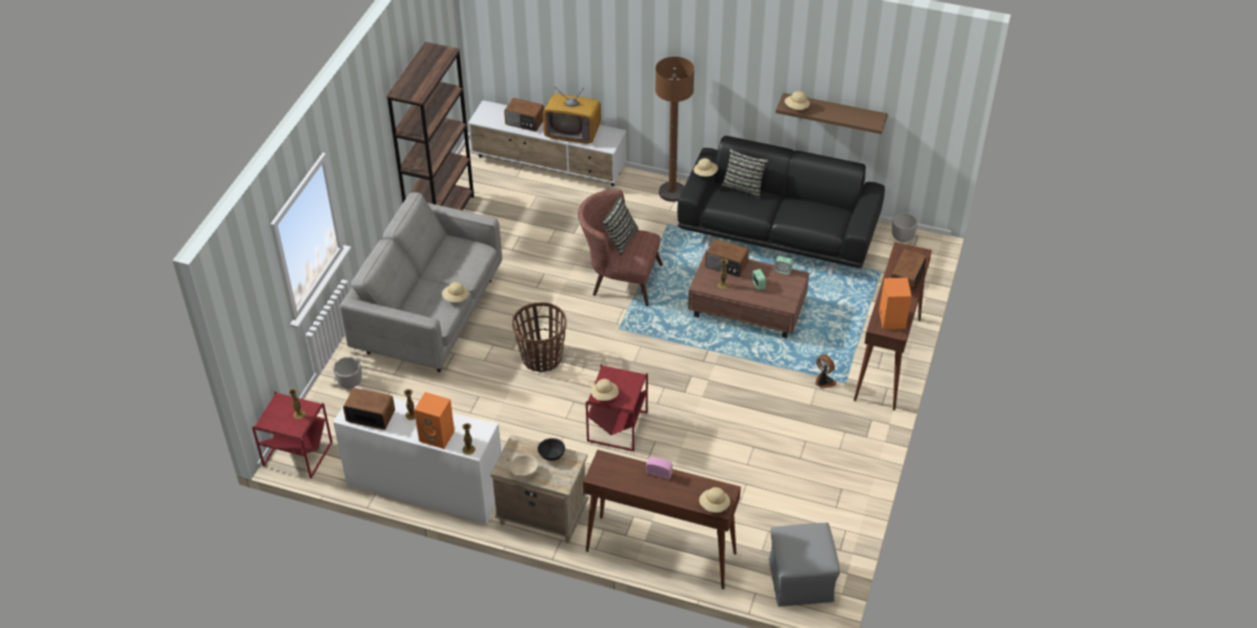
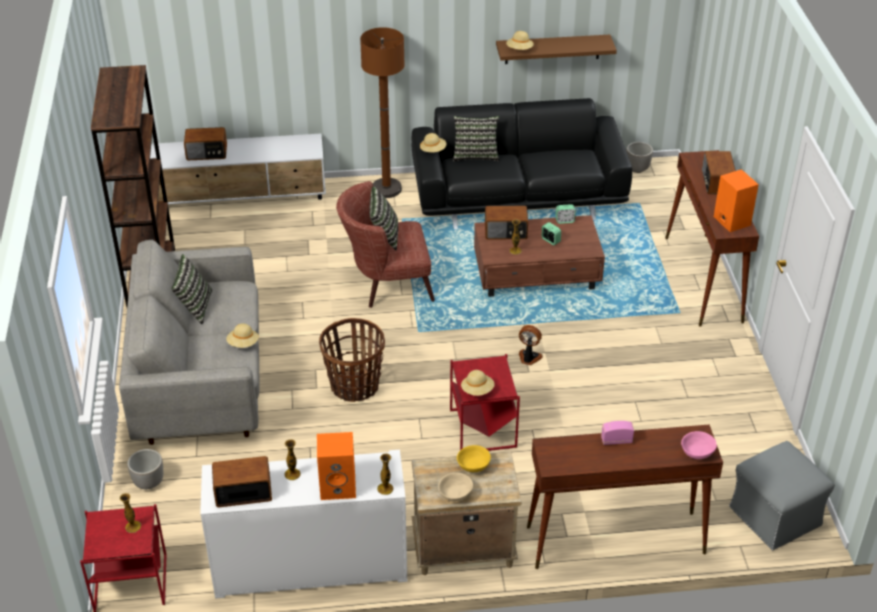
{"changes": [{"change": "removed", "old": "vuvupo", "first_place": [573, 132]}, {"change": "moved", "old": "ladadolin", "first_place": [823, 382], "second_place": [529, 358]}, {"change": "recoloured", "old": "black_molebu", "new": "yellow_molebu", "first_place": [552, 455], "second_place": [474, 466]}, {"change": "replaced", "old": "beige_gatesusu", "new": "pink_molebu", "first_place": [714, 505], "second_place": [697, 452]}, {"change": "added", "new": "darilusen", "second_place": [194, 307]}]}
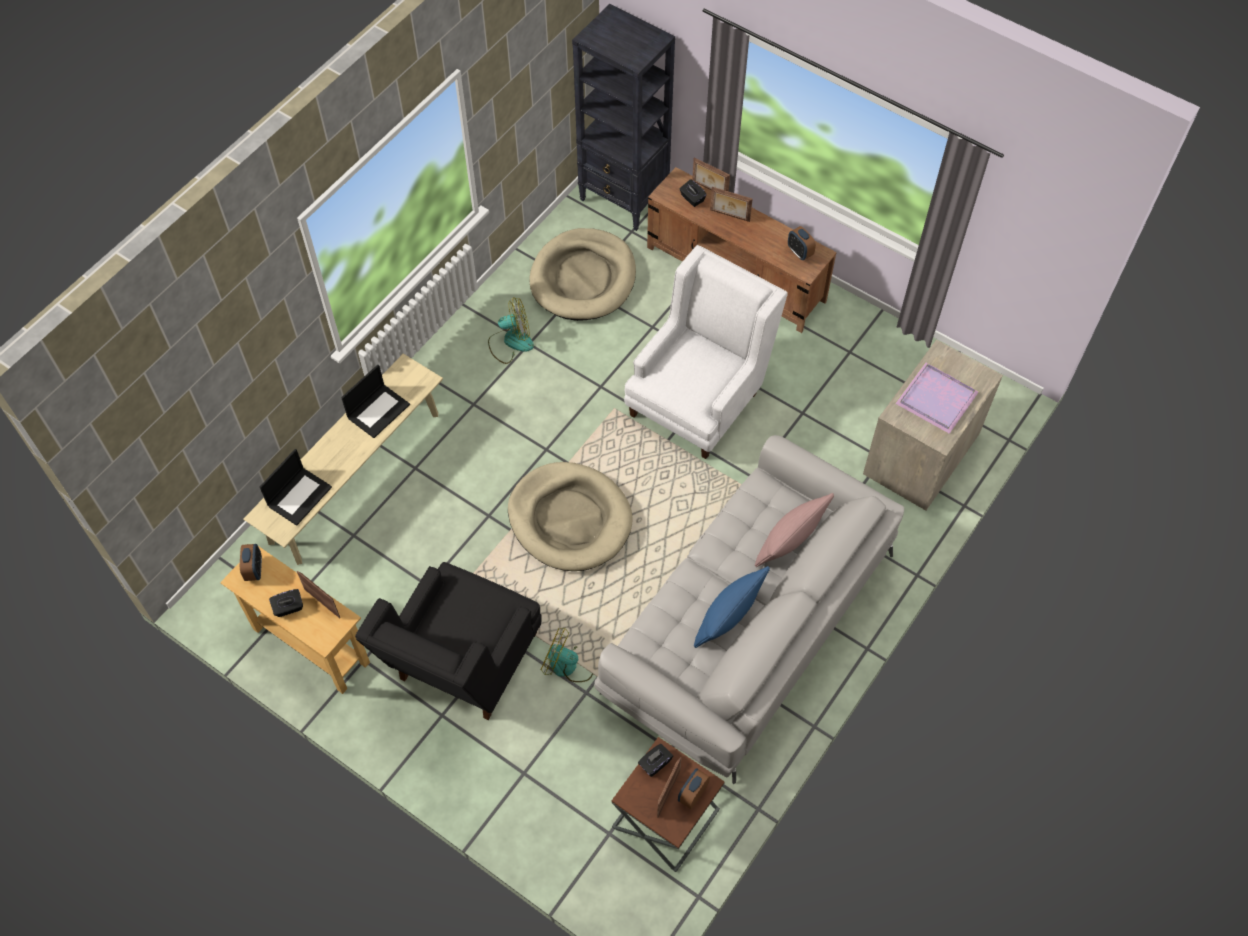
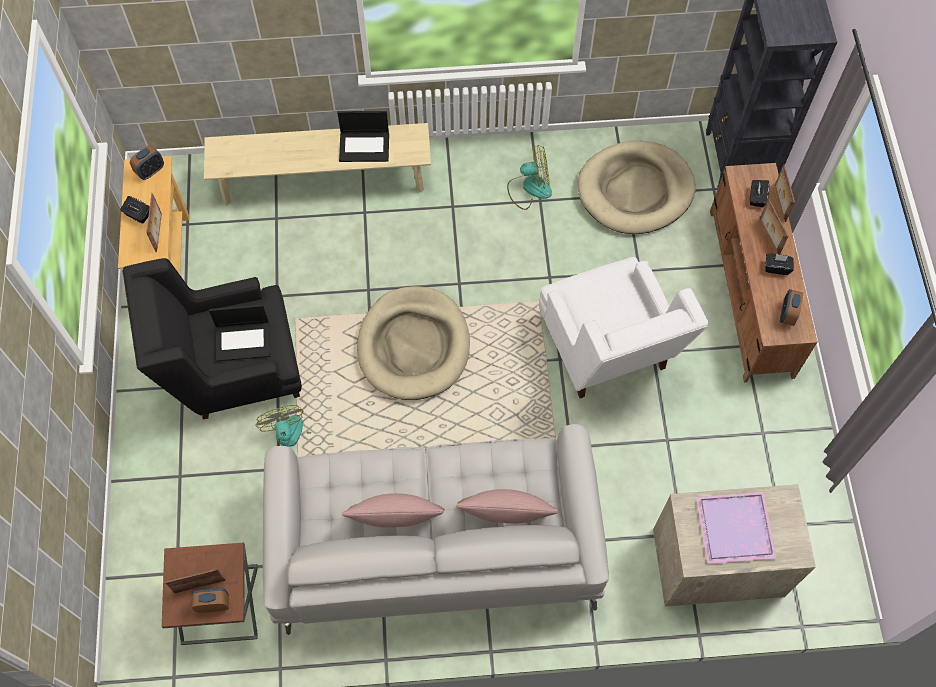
{"changes": [{"change": "turned", "old": "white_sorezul", "first_place": [699, 396], "second_place": [608, 352], "degrees": 75}, {"change": "turned", "old": "ladadolin", "first_place": [511, 342], "second_place": [529, 188], "degrees": -45}, {"change": "moved", "old": "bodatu", "first_place": [299, 495], "second_place": [243, 340]}, {"change": "recoloured", "old": "blue_darilusen", "new": "pink_darilusen", "first_place": [728, 616], "second_place": [395, 517]}, {"change": "moved", "old": "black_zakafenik", "first_place": [655, 763], "second_place": [776, 268]}]}
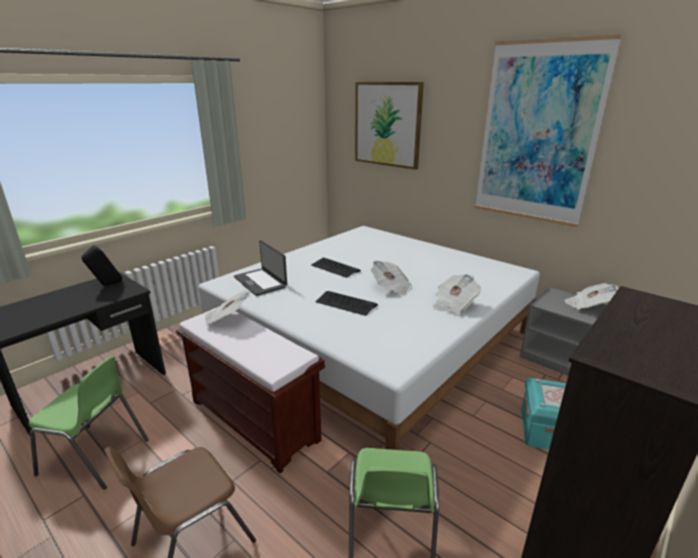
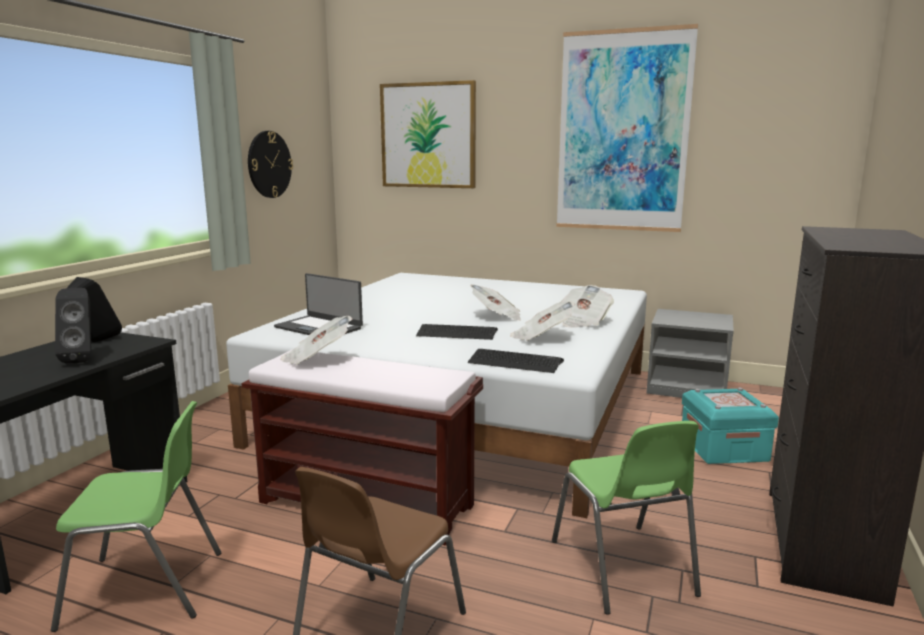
{"changes": [{"change": "moved", "old": "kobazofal", "first_place": [335, 268], "second_place": [515, 362]}, {"change": "moved", "old": "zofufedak", "first_place": [587, 306], "second_place": [541, 337]}, {"change": "added", "new": "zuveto", "second_place": [269, 164]}, {"change": "added", "new": "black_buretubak", "second_place": [83, 359]}]}
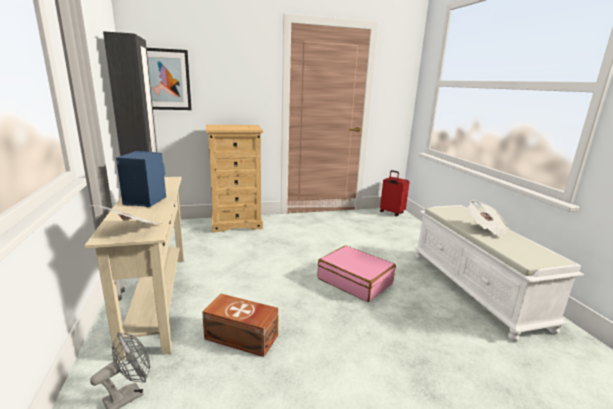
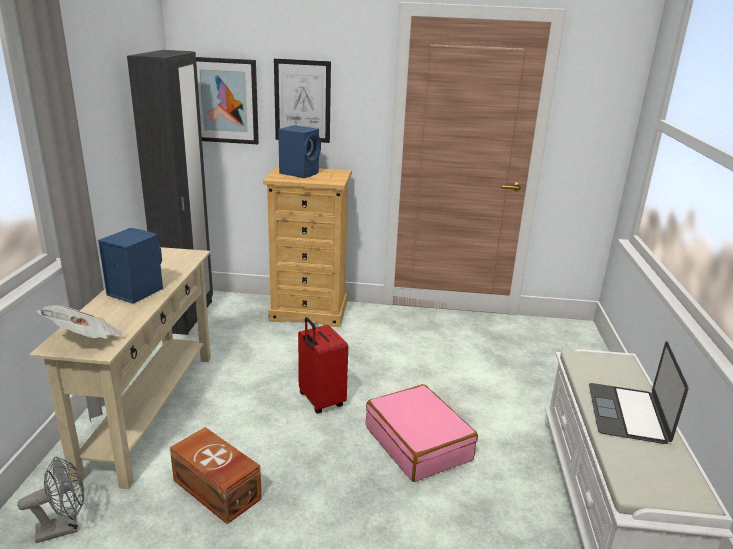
{"changes": [{"change": "moved", "old": "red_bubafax", "first_place": [391, 213], "second_place": [320, 401]}, {"change": "replaced", "old": "zofufedak", "new": "bodatu", "first_place": [486, 229], "second_place": [627, 413]}, {"change": "added", "new": "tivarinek", "second_place": [302, 101]}, {"change": "added", "new": "blue_buretubak", "second_place": [300, 173]}]}
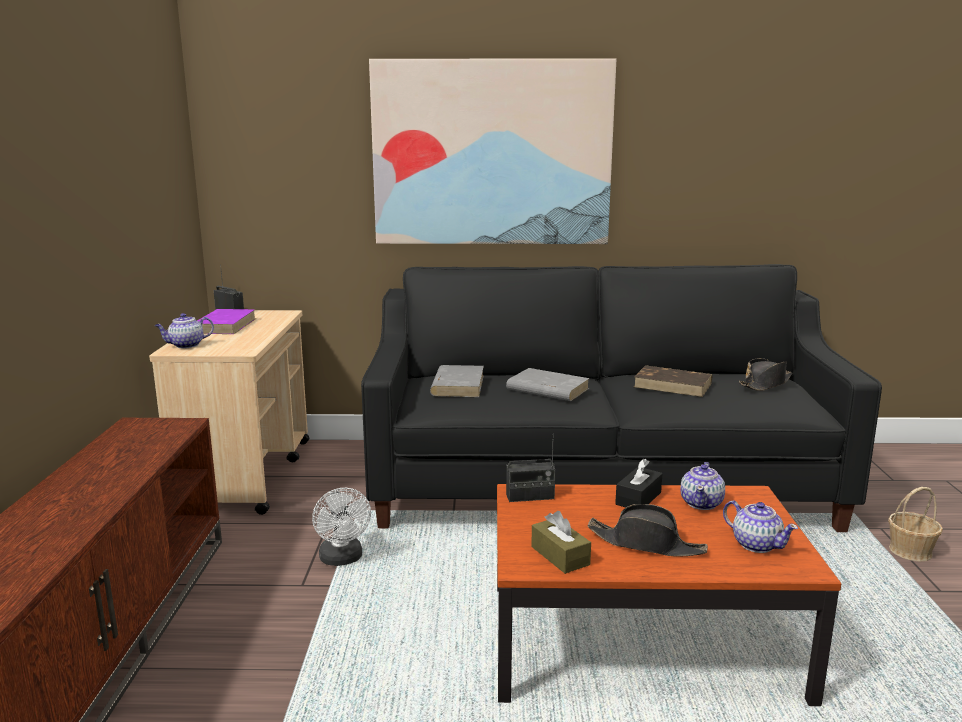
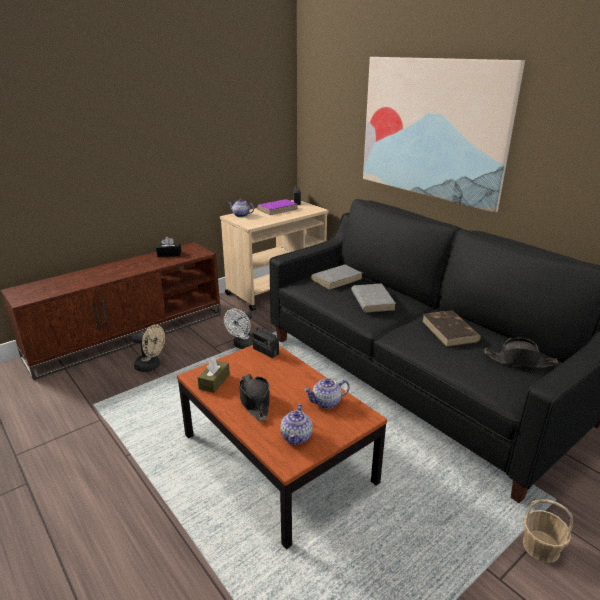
{"changes": [{"change": "moved", "old": "black_zakafenik", "first_place": [638, 498], "second_place": [169, 254]}, {"change": "added", "new": "beige_ladadolin", "second_place": [151, 366]}]}
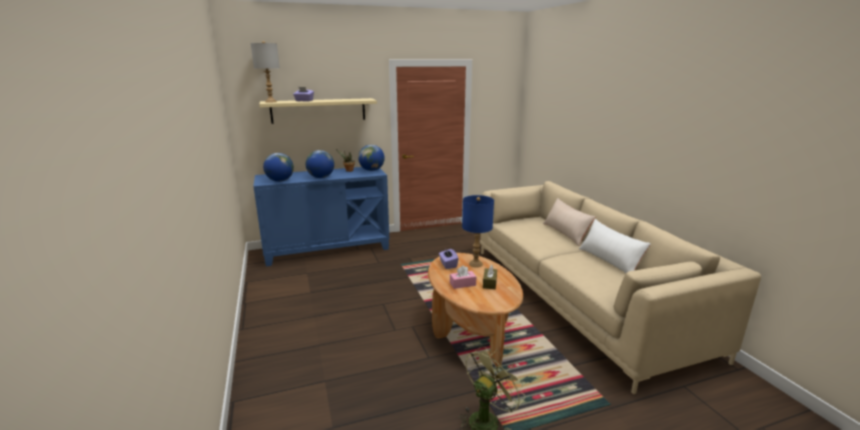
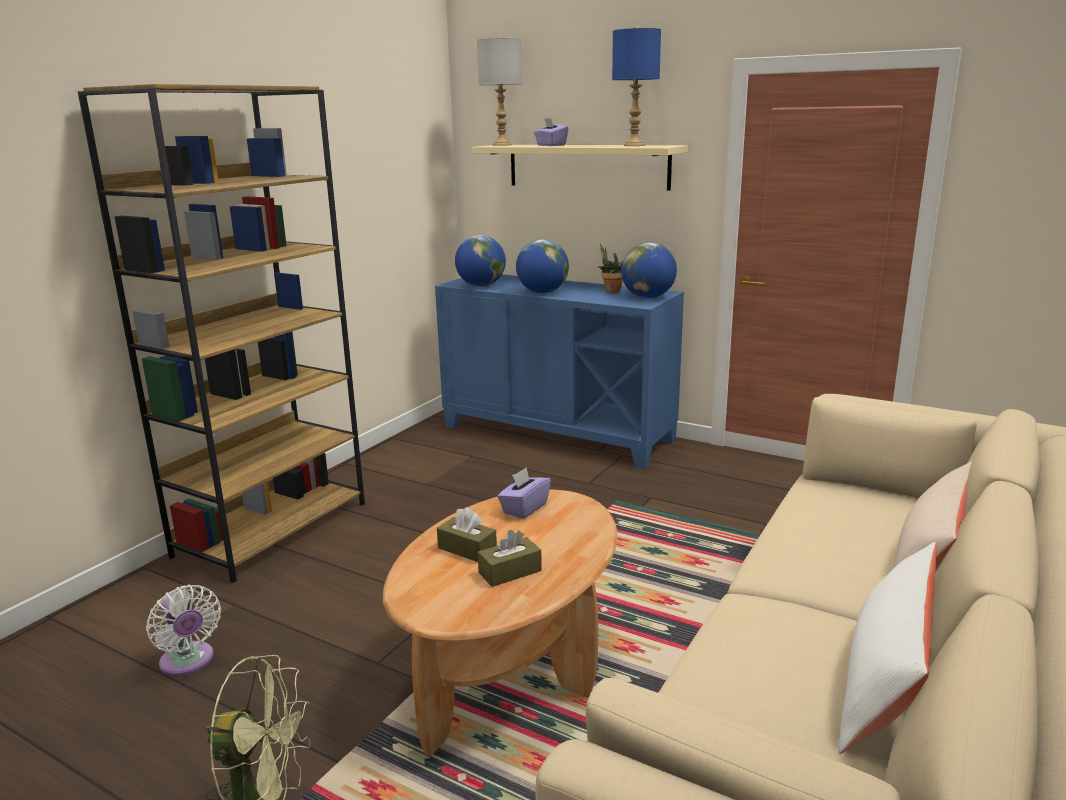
{"changes": [{"change": "moved", "old": "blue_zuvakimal", "first_place": [475, 264], "second_place": [633, 145]}, {"change": "recoloured", "old": "pink_zakafenik", "new": "brown_zakafenik", "first_place": [462, 284], "second_place": [467, 549]}, {"change": "added", "new": "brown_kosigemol", "second_place": [273, 528]}, {"change": "added", "new": "white_ladadolin", "second_place": [188, 662]}]}
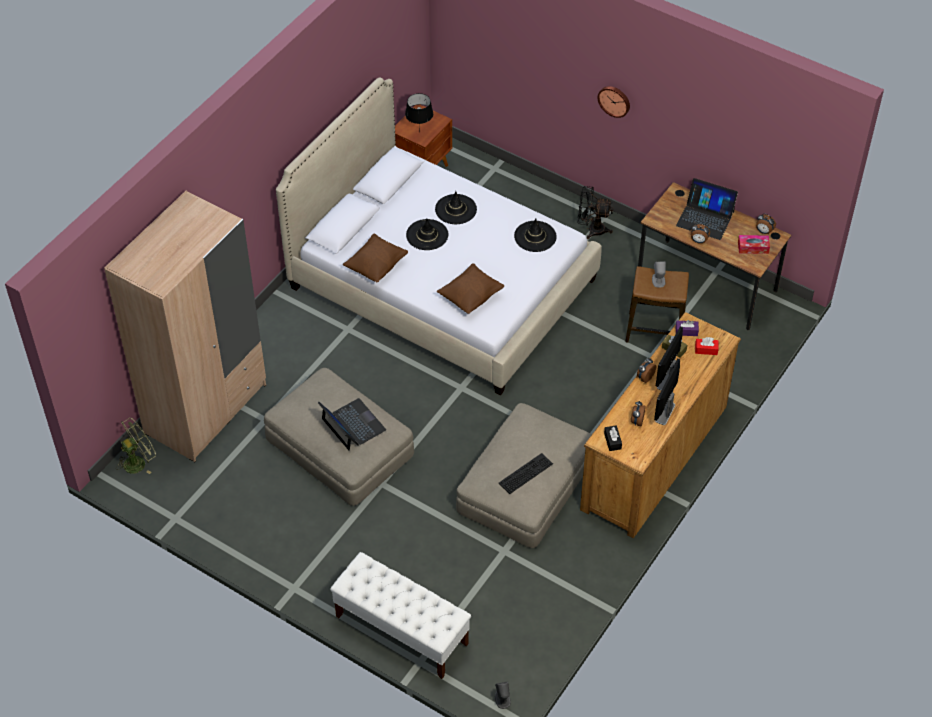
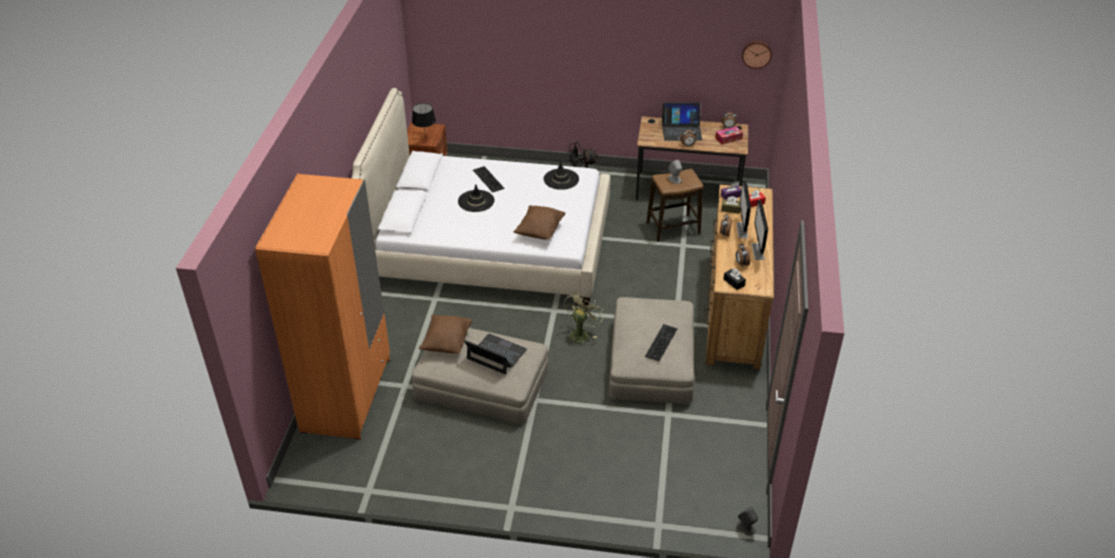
{"changes": [{"change": "moved", "old": "zuveto", "first_place": [614, 100], "second_place": [756, 54]}, {"change": "recoloured", "old": "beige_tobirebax", "new": "orange_tobirebax", "first_place": [206, 409], "second_place": [347, 394]}, {"change": "replaced", "old": "black_gatesusu", "new": "kobazofal", "first_place": [455, 209], "second_place": [487, 179]}, {"change": "moved", "old": "brown_darilusen", "first_place": [376, 266], "second_place": [447, 342]}, {"change": "moved", "old": "green_ladadolin", "first_place": [138, 461], "second_place": [580, 333]}, {"change": "removed", "old": "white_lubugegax", "first_place": [401, 630]}]}
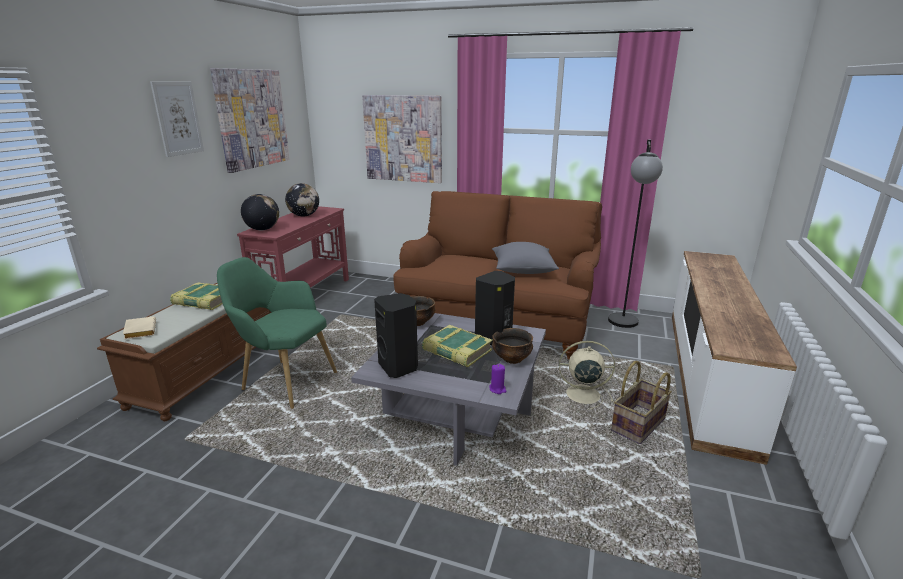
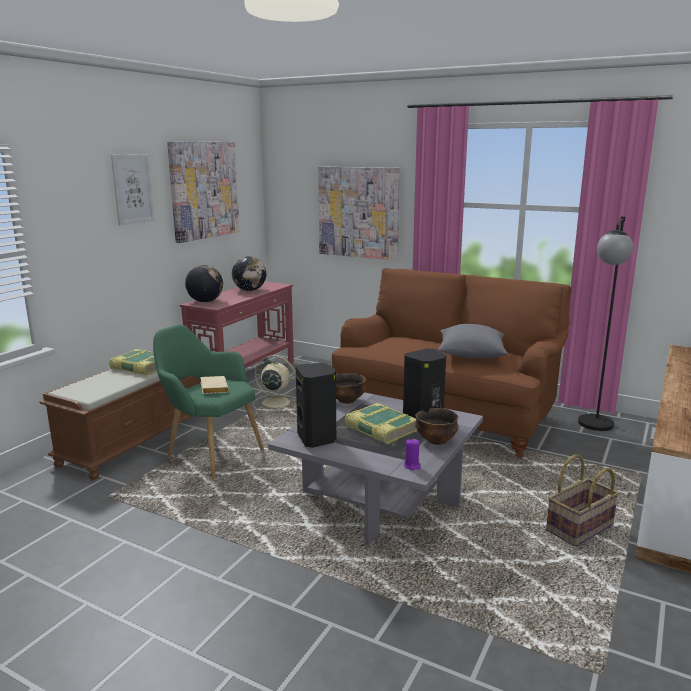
{"changes": [{"change": "moved", "old": "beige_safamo", "first_place": [139, 331], "second_place": [213, 388]}, {"change": "moved", "old": "beige_ladadolin", "first_place": [581, 394], "second_place": [275, 403]}]}
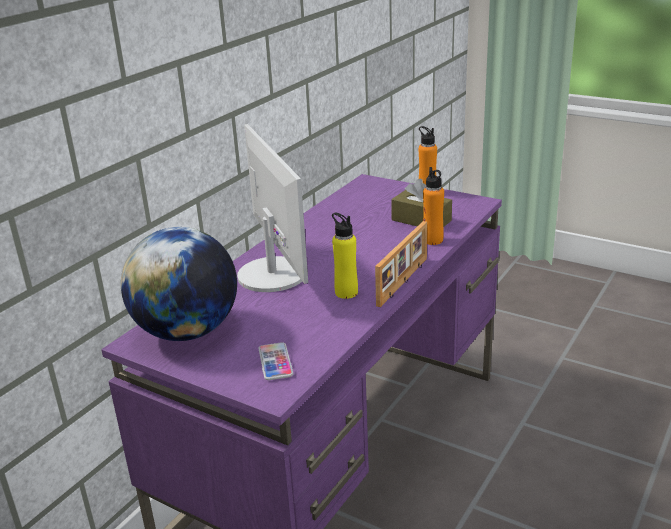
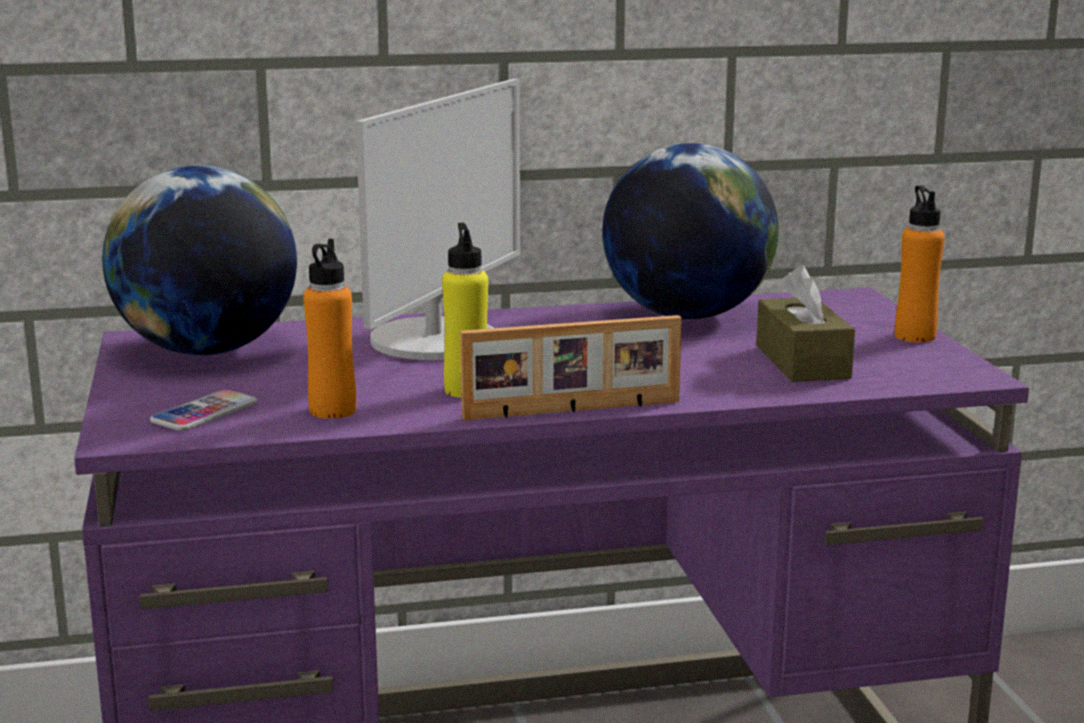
{"changes": [{"change": "moved", "old": "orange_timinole", "first_place": [432, 240], "second_place": [332, 410]}, {"change": "added", "new": "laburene", "second_place": [687, 315]}]}
